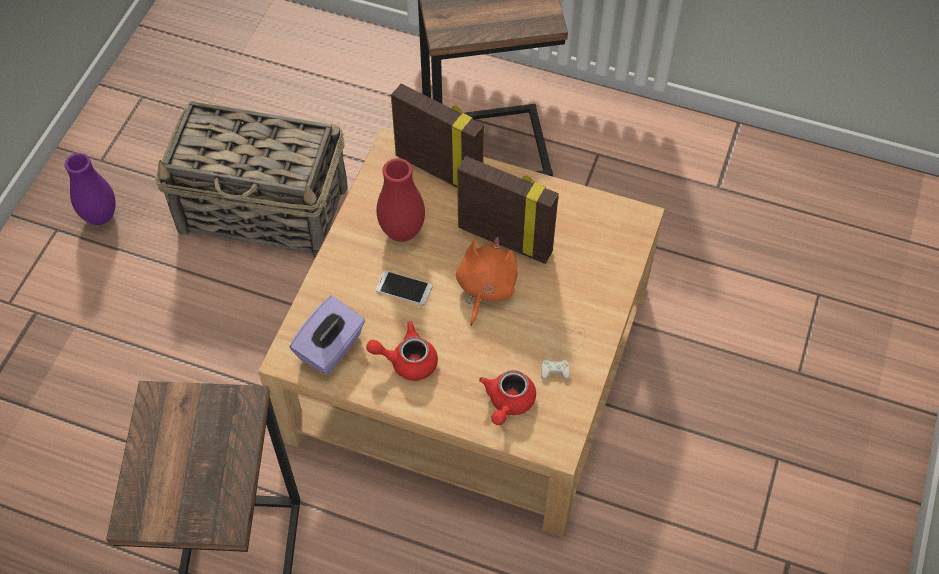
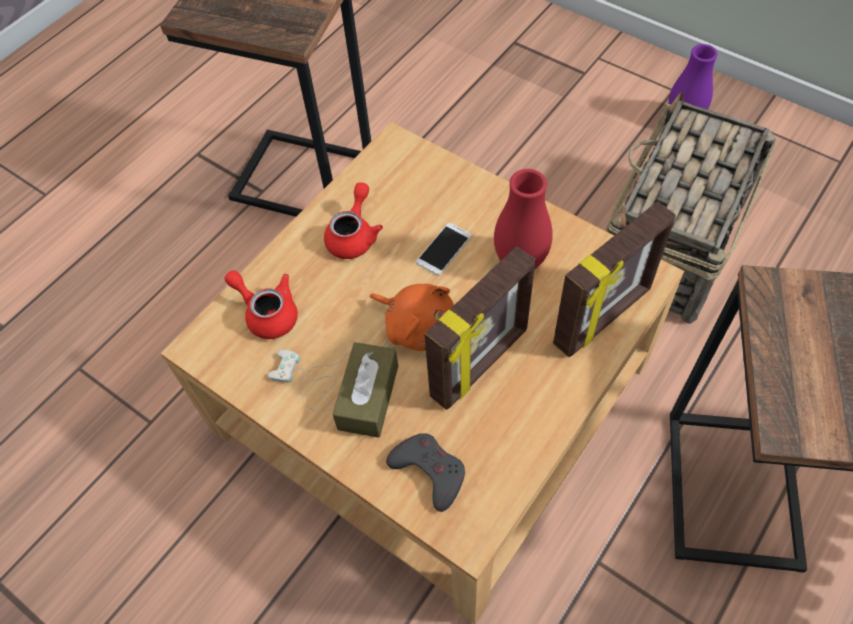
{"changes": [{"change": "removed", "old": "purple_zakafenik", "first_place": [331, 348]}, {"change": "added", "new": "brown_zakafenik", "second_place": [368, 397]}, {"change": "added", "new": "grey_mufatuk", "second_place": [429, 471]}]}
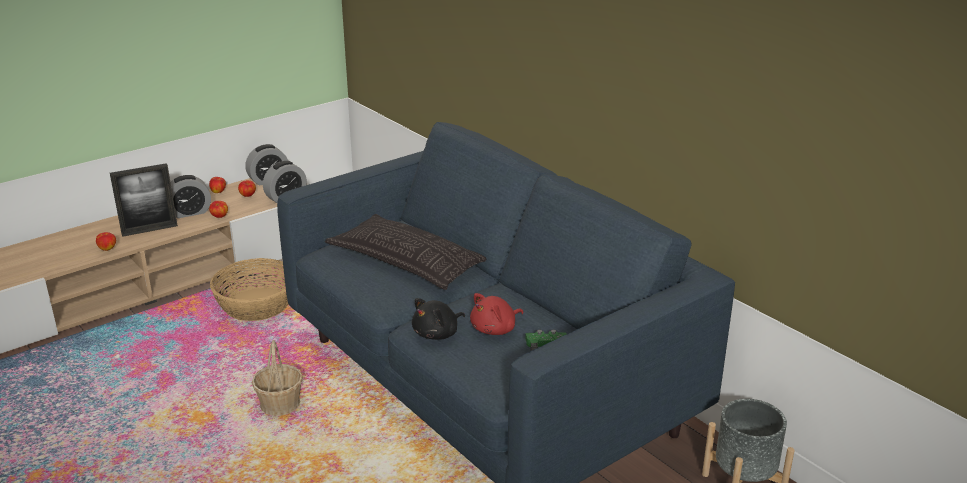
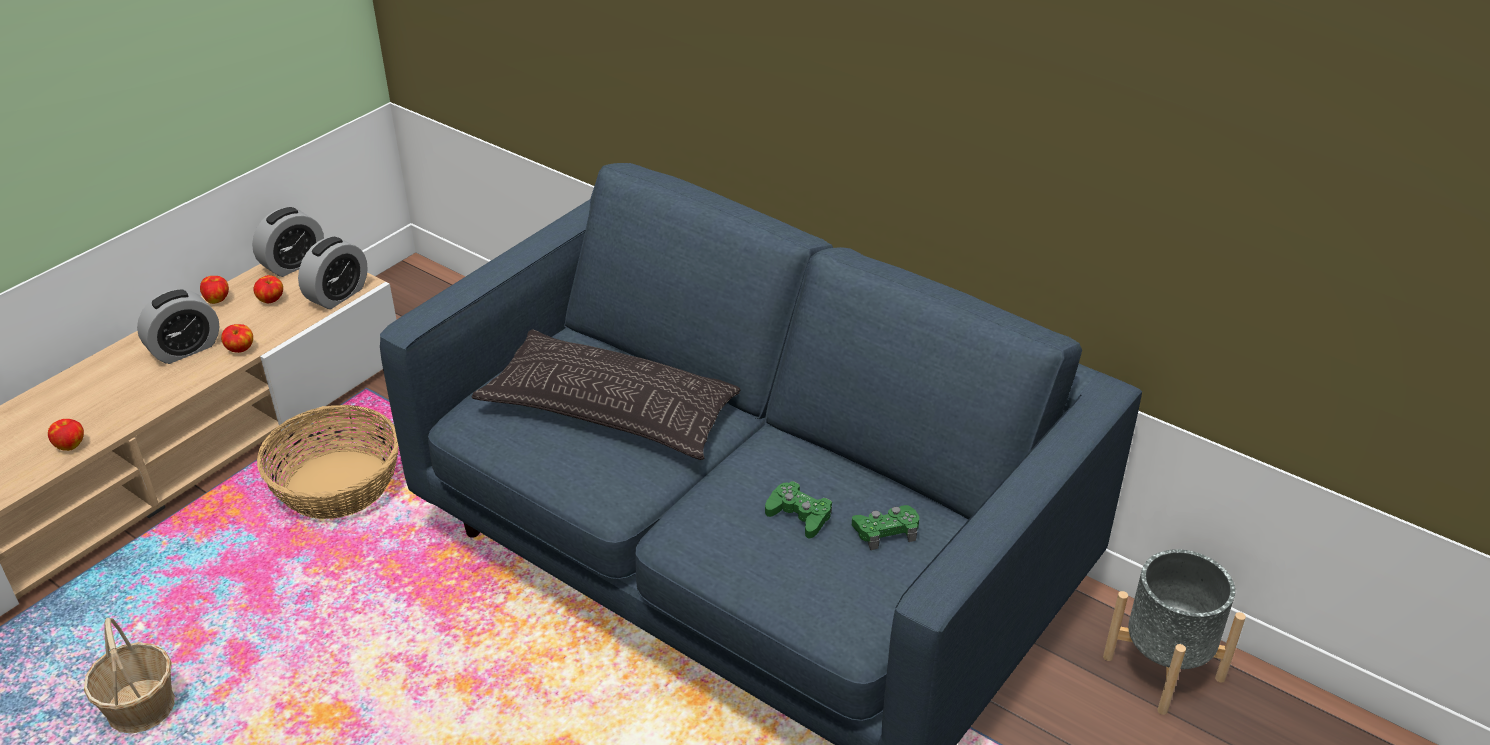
{"changes": [{"change": "removed", "old": "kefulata", "first_place": [149, 230]}, {"change": "replaced", "old": "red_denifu", "new": "green_mufatuk", "first_place": [495, 329], "second_place": [799, 515]}, {"change": "removed", "old": "black_denifu", "first_place": [437, 334]}, {"change": "moved", "old": "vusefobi", "first_place": [280, 404], "second_place": [142, 708]}]}
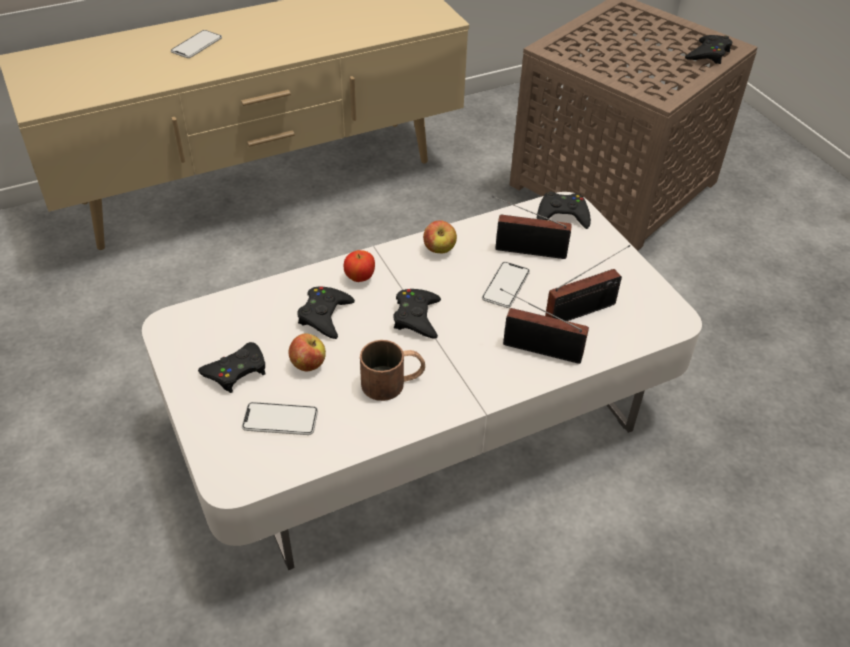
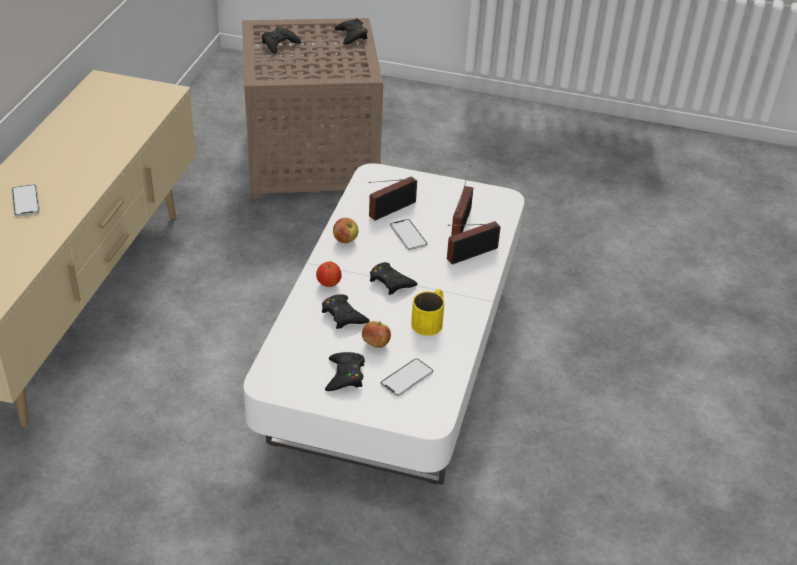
{"changes": [{"change": "moved", "old": "black_mufatuk", "first_place": [562, 215], "second_place": [279, 44]}, {"change": "recoloured", "old": "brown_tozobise", "new": "yellow_tozobise", "first_place": [393, 382], "second_place": [430, 320]}]}
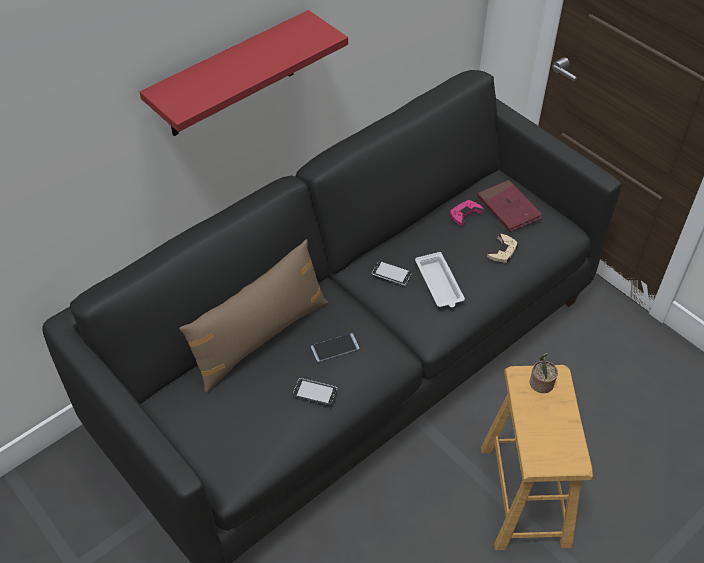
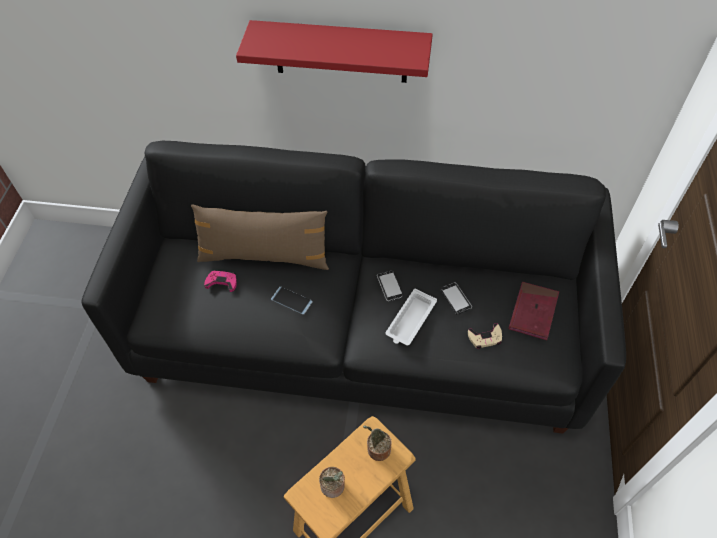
{"changes": [{"change": "moved", "old": "pink_mufatuk", "first_place": [465, 214], "second_place": [222, 282]}, {"change": "moved", "old": "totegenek", "first_place": [315, 392], "second_place": [456, 299]}, {"change": "added", "new": "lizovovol", "second_place": [334, 487]}]}
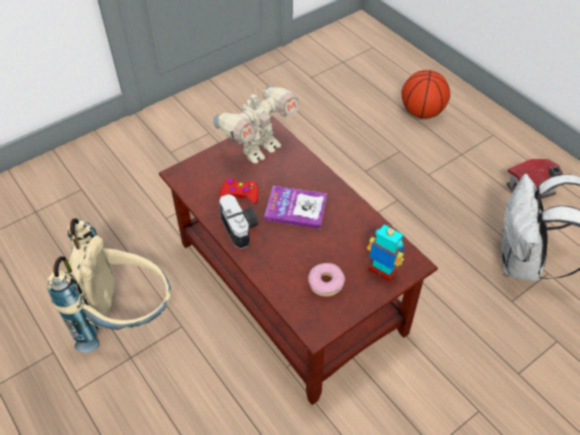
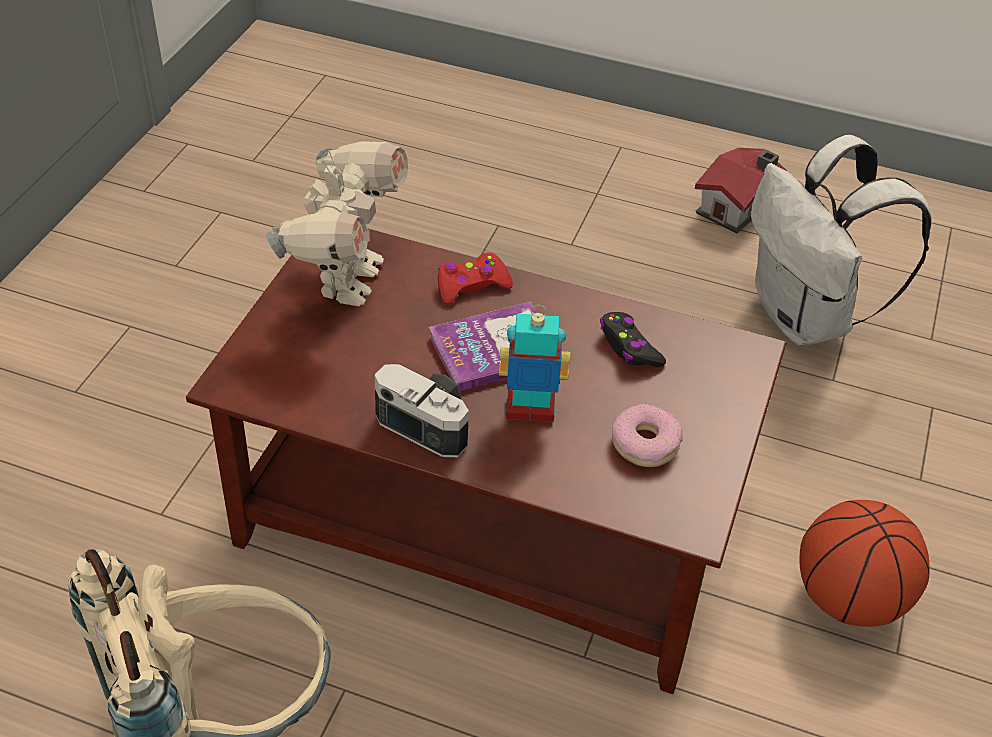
{"changes": [{"change": "moved", "old": "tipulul", "first_place": [421, 112], "second_place": [847, 598]}, {"change": "moved", "old": "red_mufatuk", "first_place": [240, 194], "second_place": [471, 285]}, {"change": "moved", "old": "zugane", "first_place": [382, 271], "second_place": [530, 410]}, {"change": "added", "new": "black_mufatuk", "second_place": [629, 347]}]}
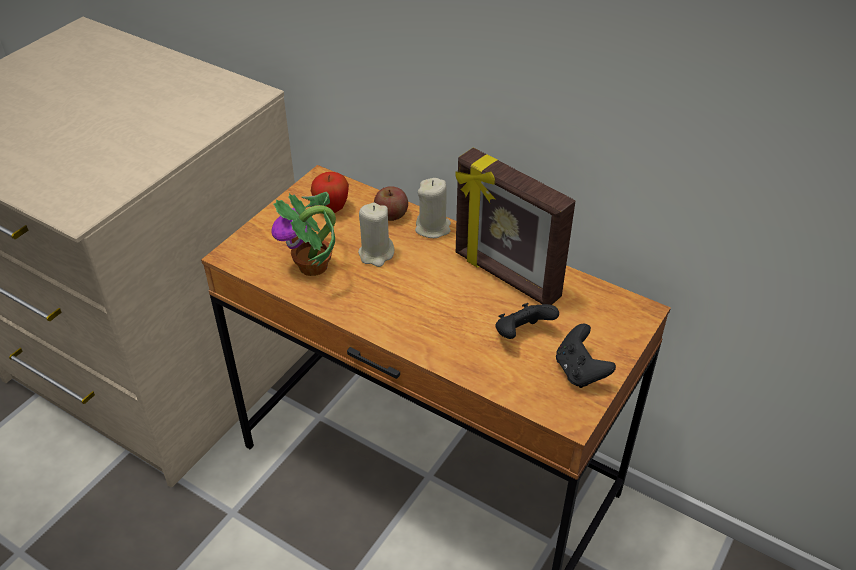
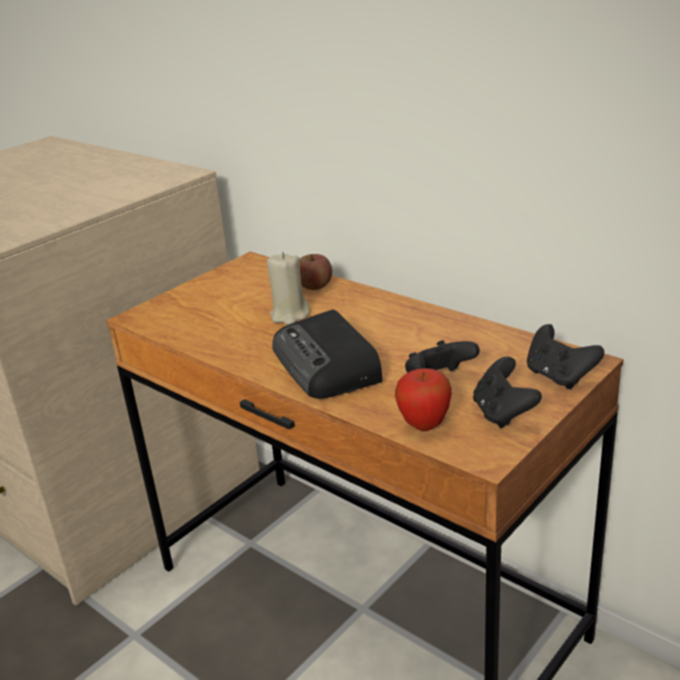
{"changes": [{"change": "removed", "old": "kefulata", "first_place": [505, 276]}, {"change": "moved", "old": "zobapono", "first_place": [331, 209], "second_place": [424, 425]}, {"change": "removed", "old": "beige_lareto", "first_place": [433, 228]}, {"change": "removed", "old": "lizovovol", "first_place": [314, 267]}, {"change": "added", "new": "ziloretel", "second_place": [328, 365]}, {"change": "added", "new": "black_mufatuk", "second_place": [559, 377]}]}
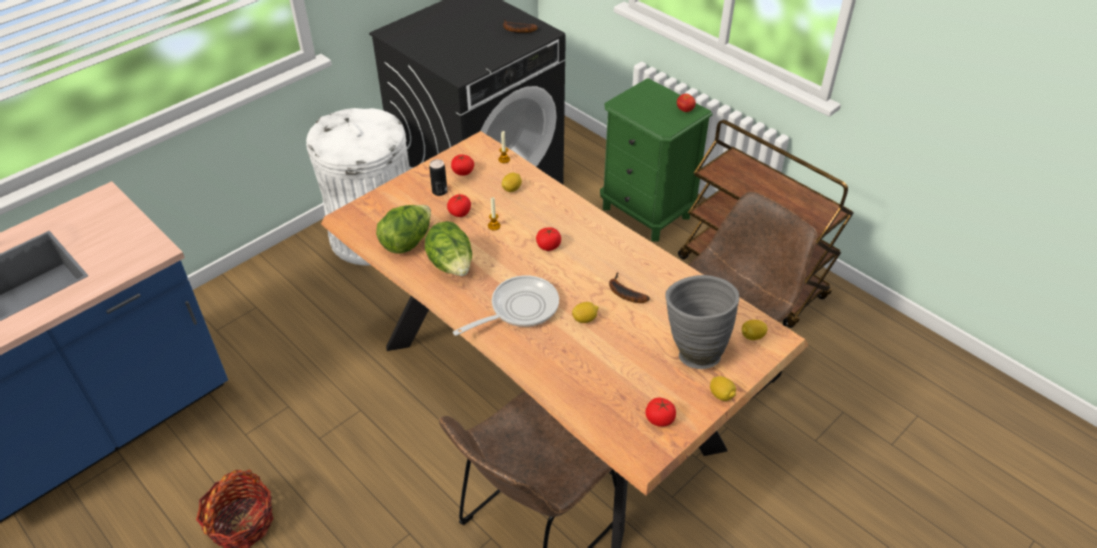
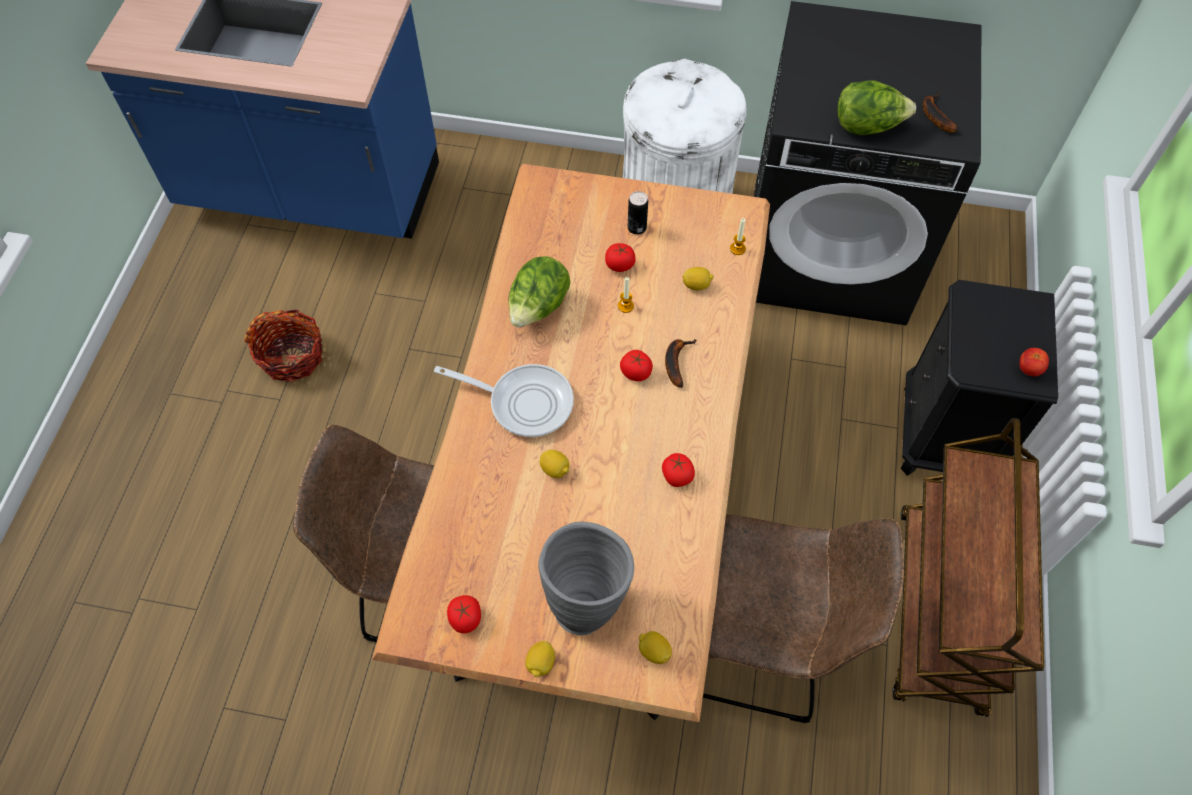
{"changes": [{"change": "recoloured", "old": "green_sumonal", "new": "black_sumonal", "first_place": [646, 212], "second_place": [943, 435]}, {"change": "moved", "old": "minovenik", "first_place": [463, 172], "second_place": [677, 476]}, {"change": "moved", "old": "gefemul", "first_place": [407, 242], "second_place": [867, 126]}, {"change": "moved", "old": "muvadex", "first_place": [623, 293], "second_place": [676, 361]}]}
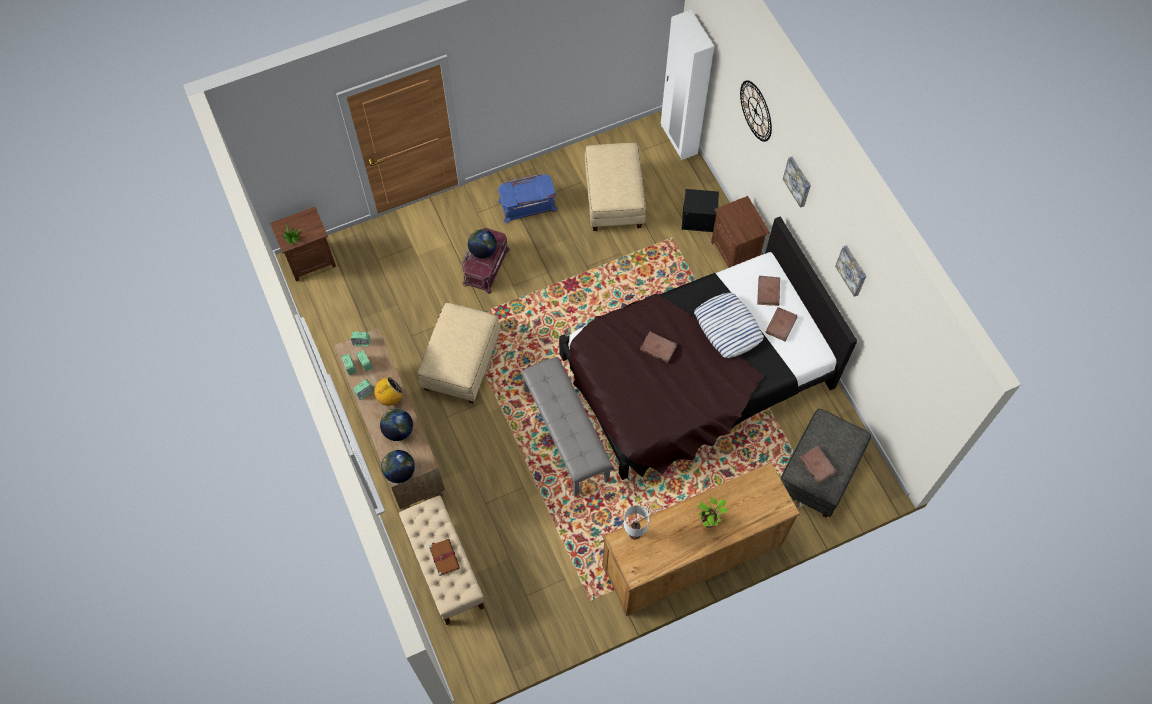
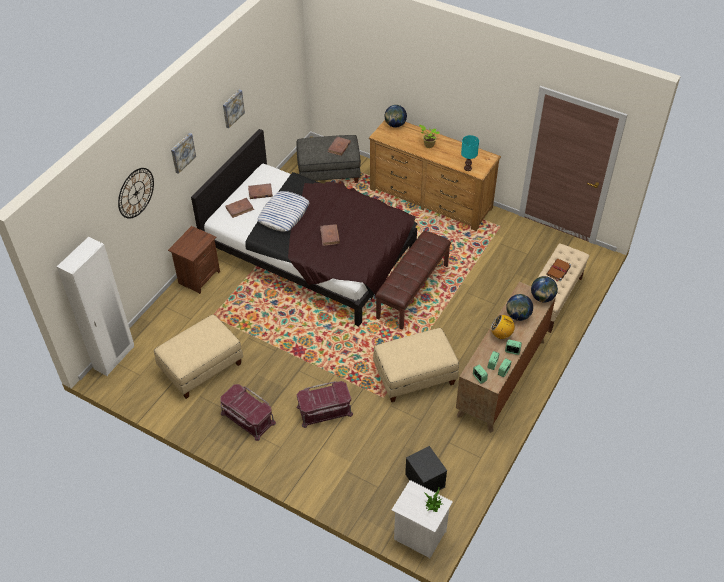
{"changes": [{"change": "recoloured", "old": "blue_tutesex", "new": "red_tutesex", "first_place": [527, 204], "second_place": [247, 418]}, {"change": "moved", "old": "black_tutesex", "first_place": [699, 219], "second_place": [424, 480]}, {"change": "recoloured", "old": "brown_sumonal", "new": "white_sumonal", "first_place": [310, 260], "second_place": [419, 536]}, {"change": "moved", "old": "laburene", "first_place": [483, 251], "second_place": [395, 125]}, {"change": "recoloured", "old": "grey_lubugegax", "new": "brown_lubugegax", "first_place": [566, 435], "second_place": [412, 291]}, {"change": "recoloured", "old": "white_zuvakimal", "new": "turquoise_zuvakimal", "first_place": [635, 534], "second_place": [467, 168]}]}
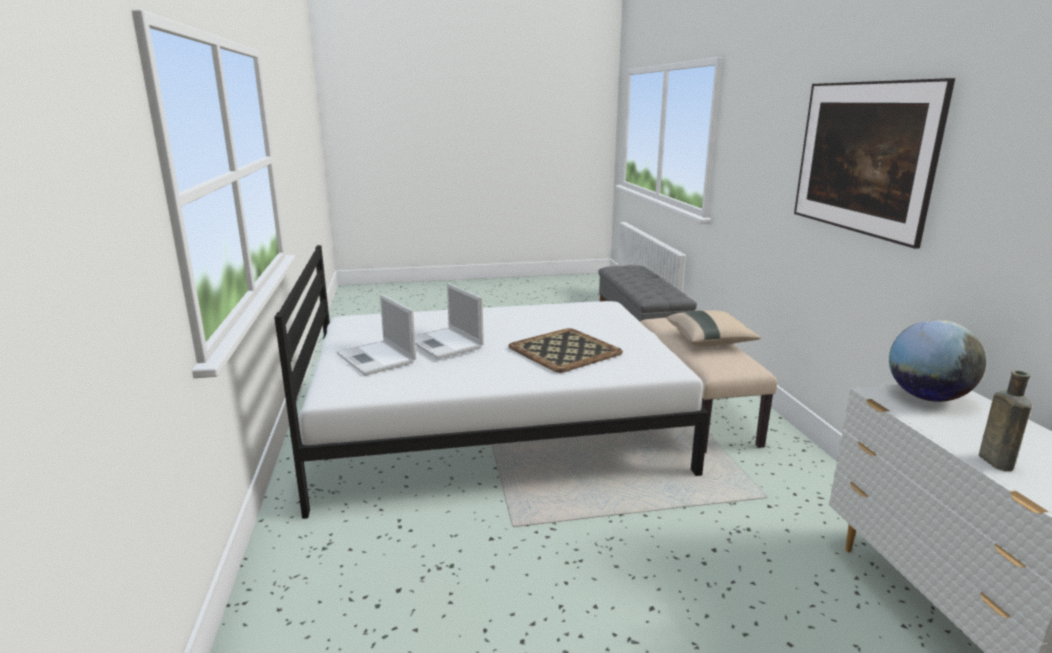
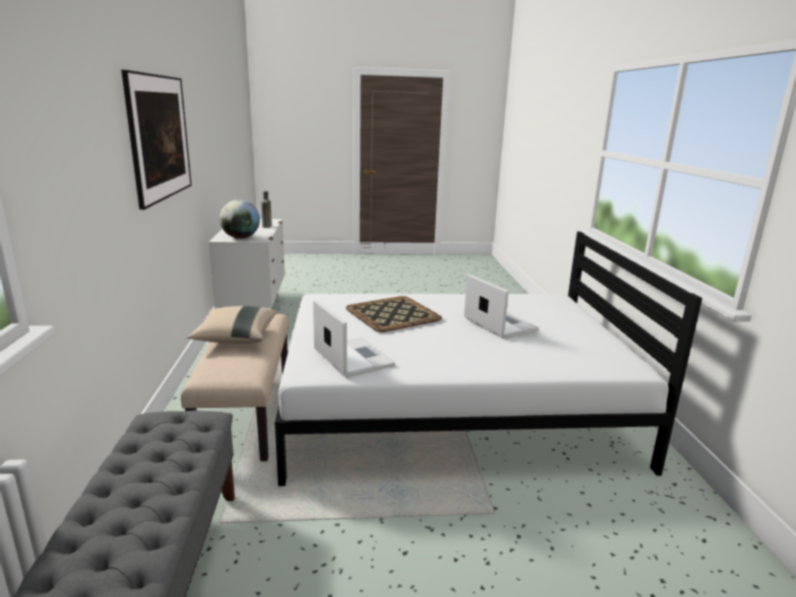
{"changes": [{"change": "moved", "old": "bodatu", "first_place": [377, 358], "second_place": [352, 357]}]}
